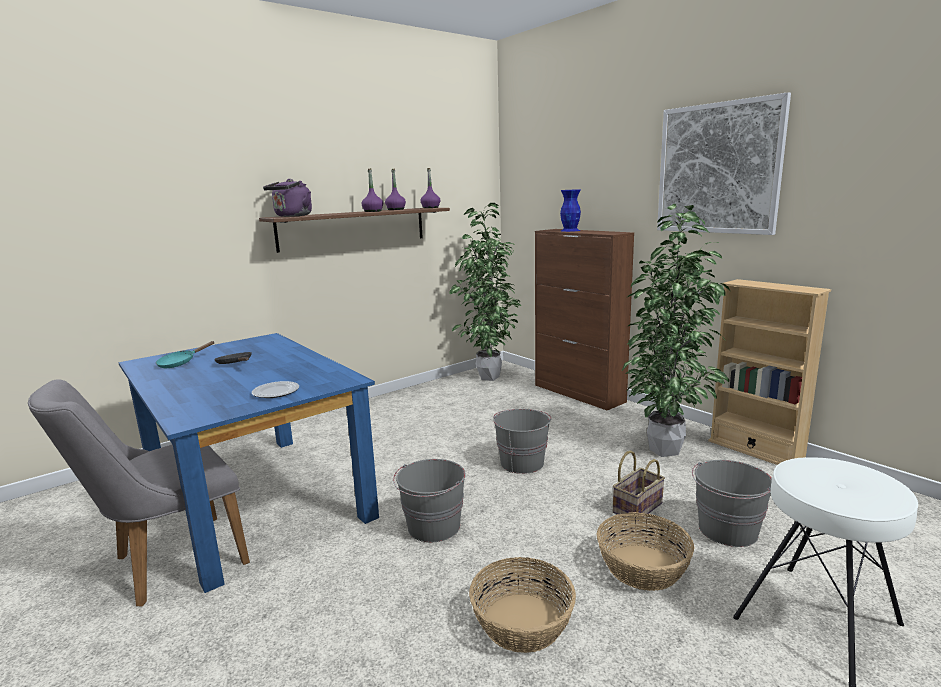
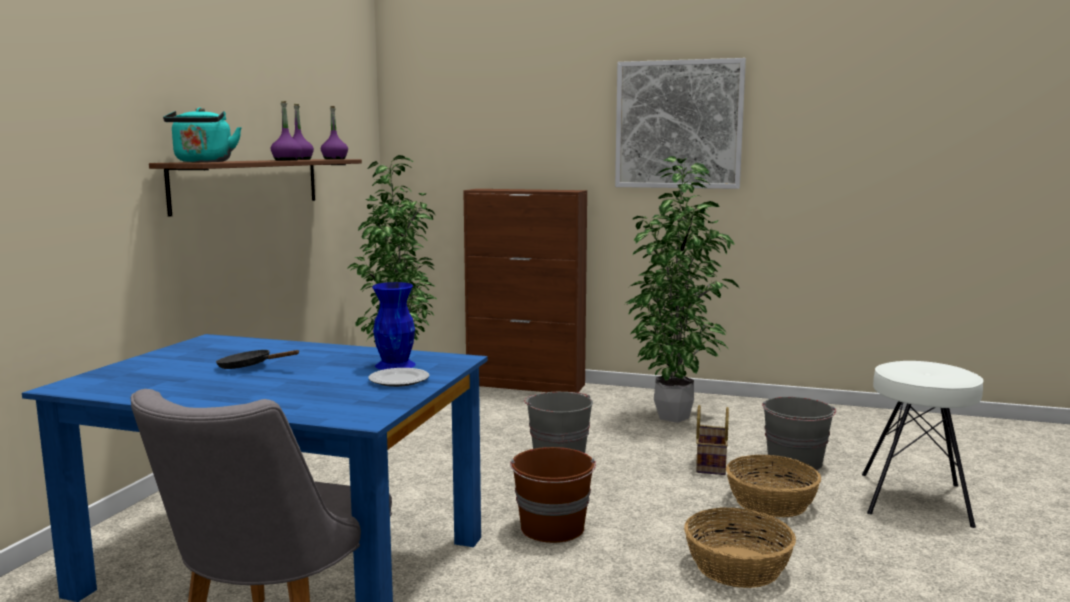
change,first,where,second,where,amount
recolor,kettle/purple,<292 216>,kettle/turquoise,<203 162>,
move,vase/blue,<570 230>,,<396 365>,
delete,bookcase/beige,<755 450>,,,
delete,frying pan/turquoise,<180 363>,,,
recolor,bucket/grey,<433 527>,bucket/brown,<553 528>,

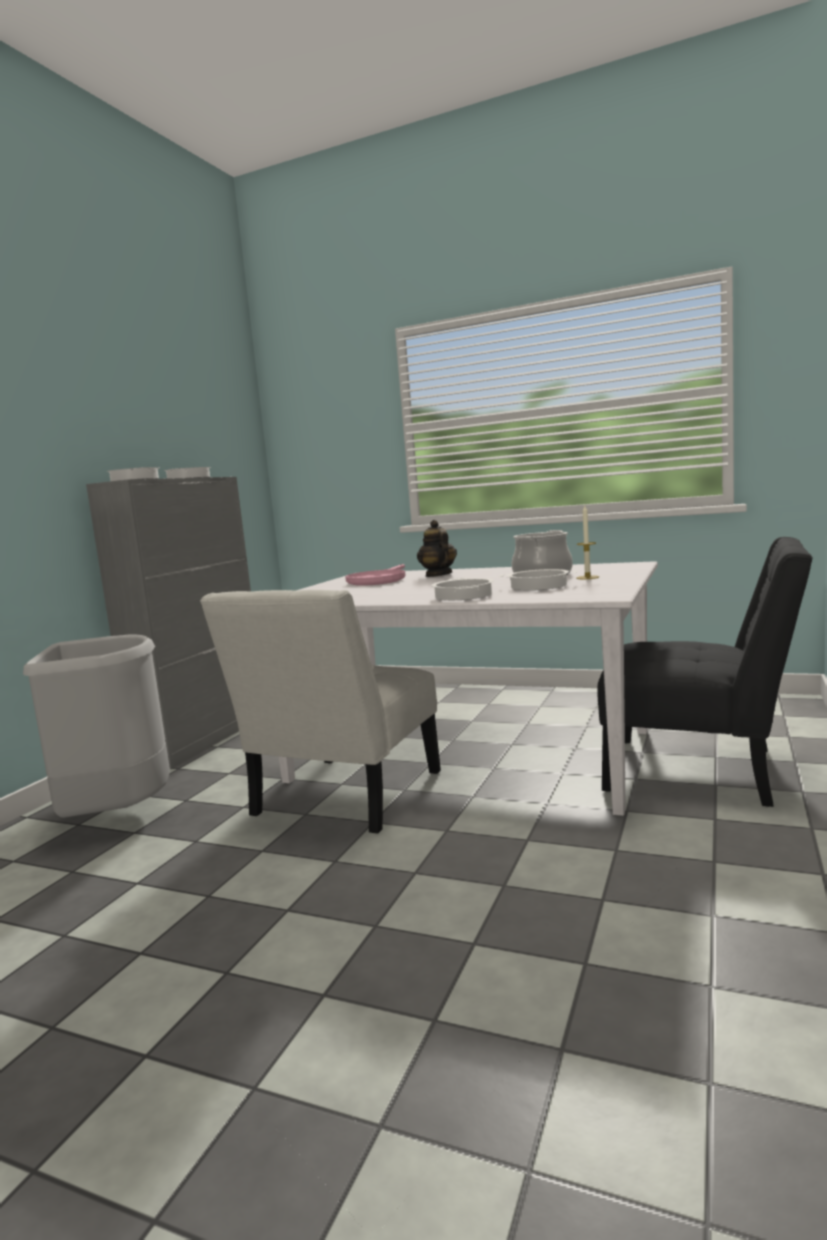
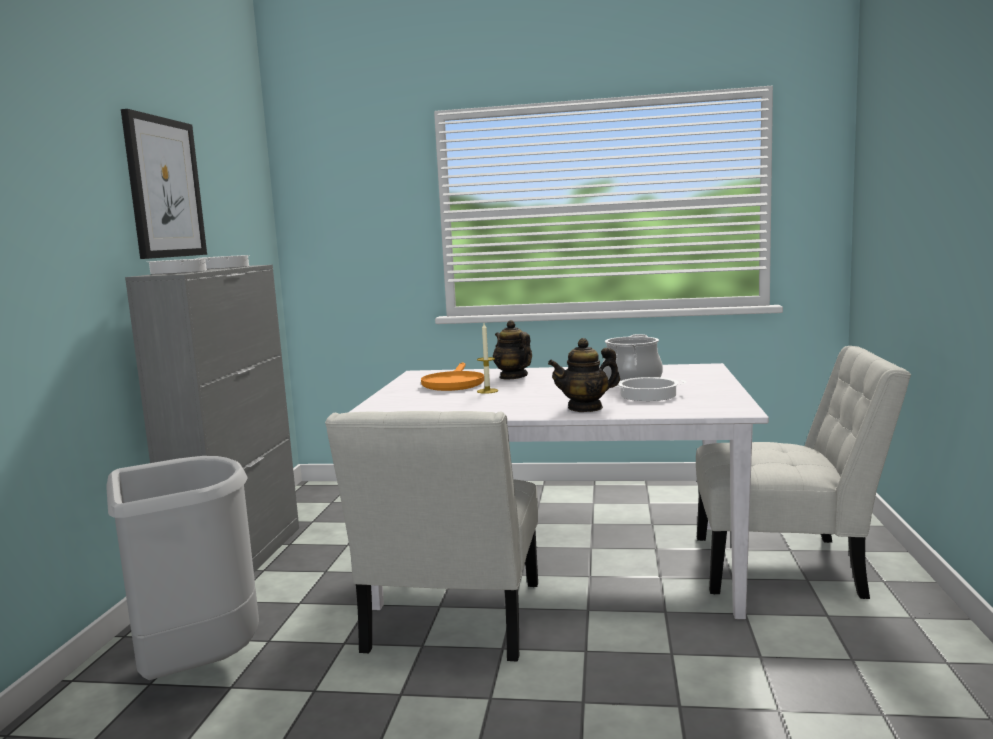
change,first,where,second,where,amount
move,candle,<587 577>,,<487 391>,
recolor,chair/black,<702 771>,chair/white,<787 567>,
recolor,frying pan/pink,<379 580>,frying pan/orange,<453 383>,
replace,cooking pot,<464 595>,teapot,<585 408>,
insert,,,picture,<164 188>,

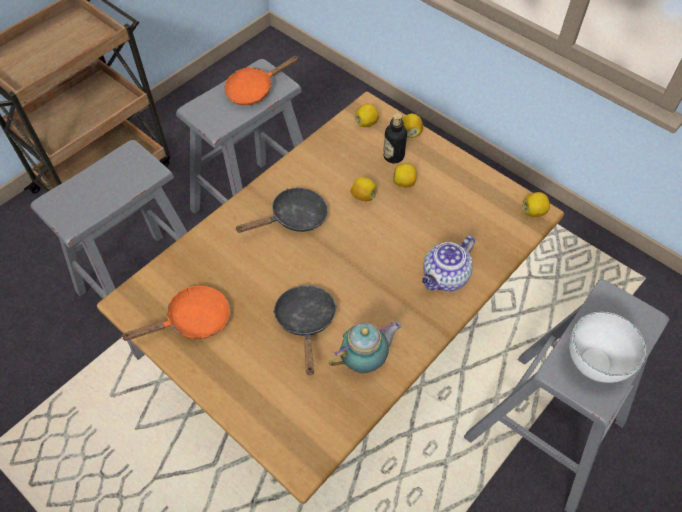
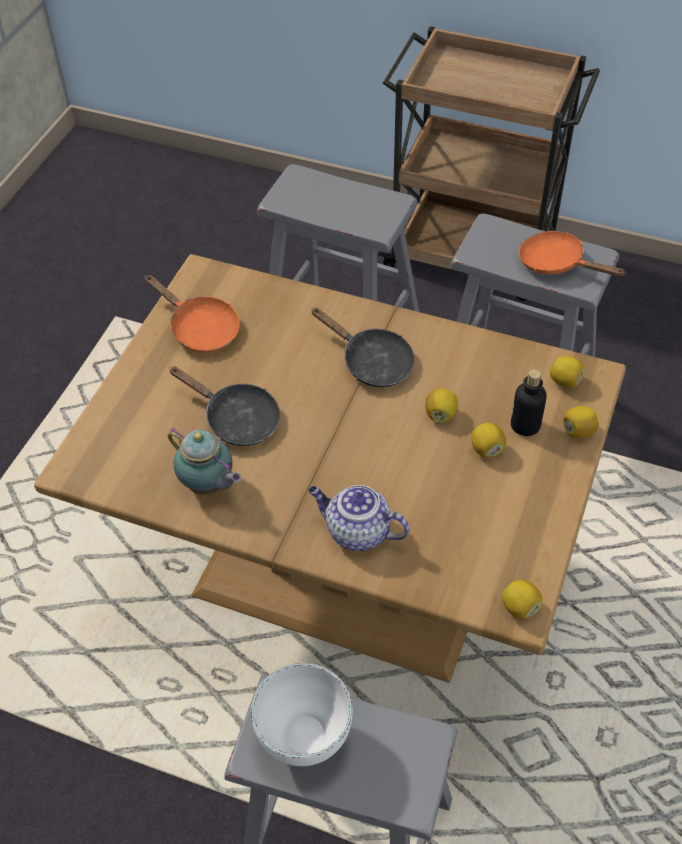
change,first,where,second,where,amount
rotate,frying pan/black,<306 322>,,<236 419>,60 degrees clockwise

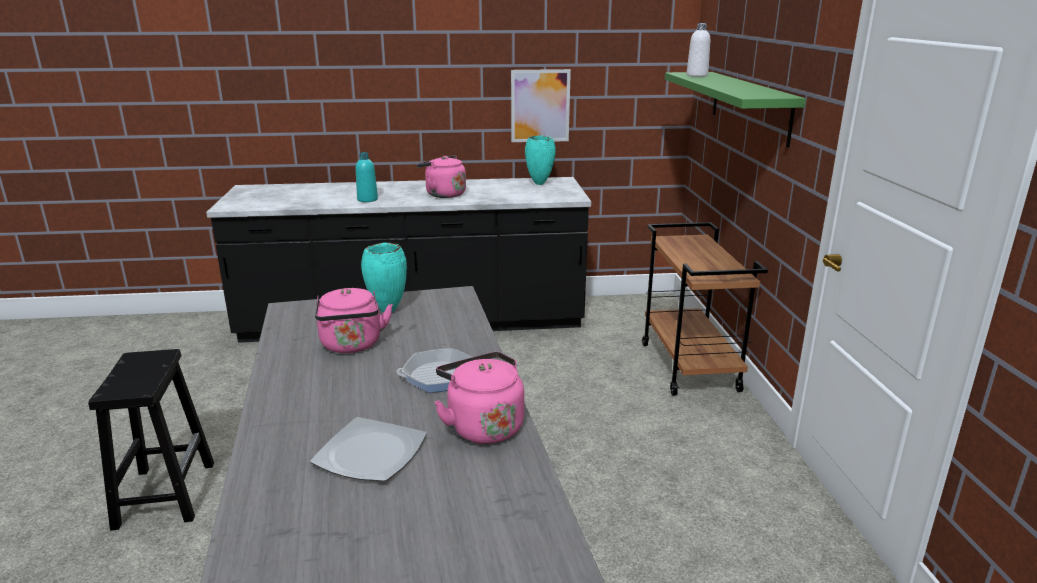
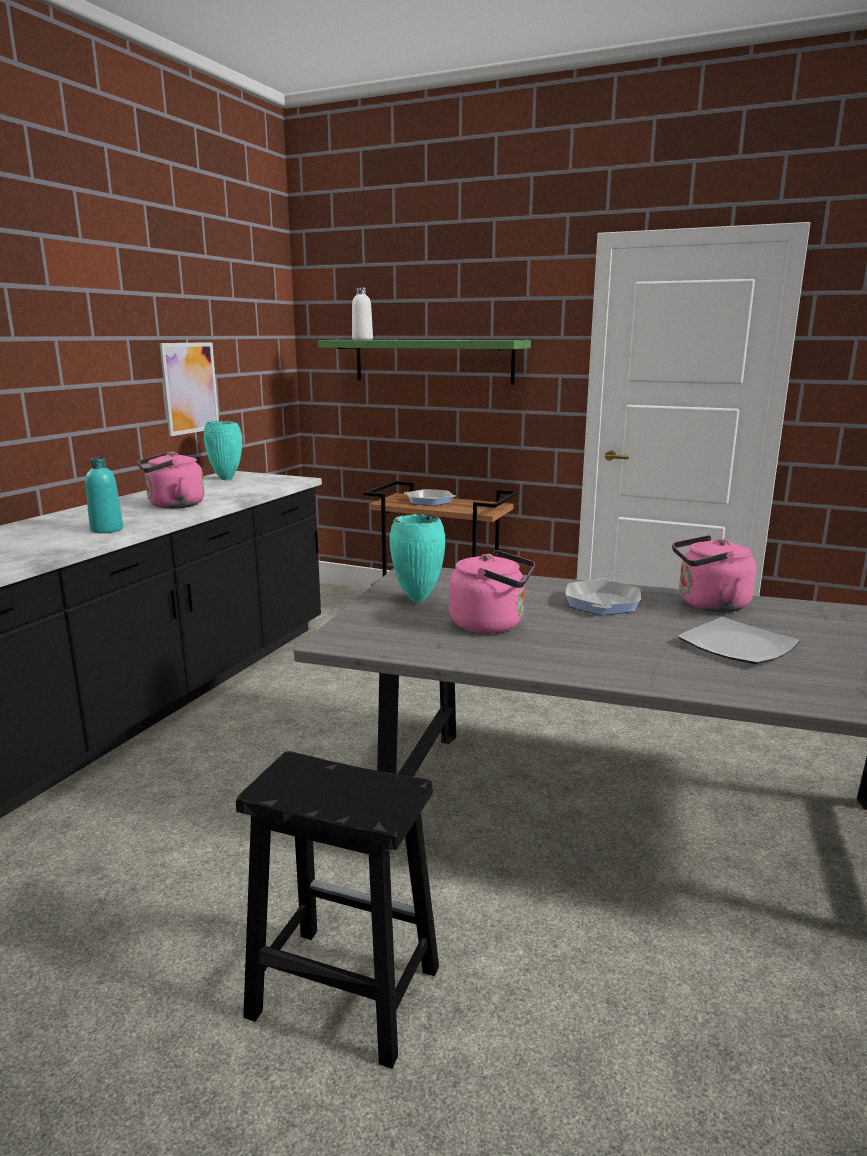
change,first,where,second,where,amount
insert,,,frying pan,<429 501>,

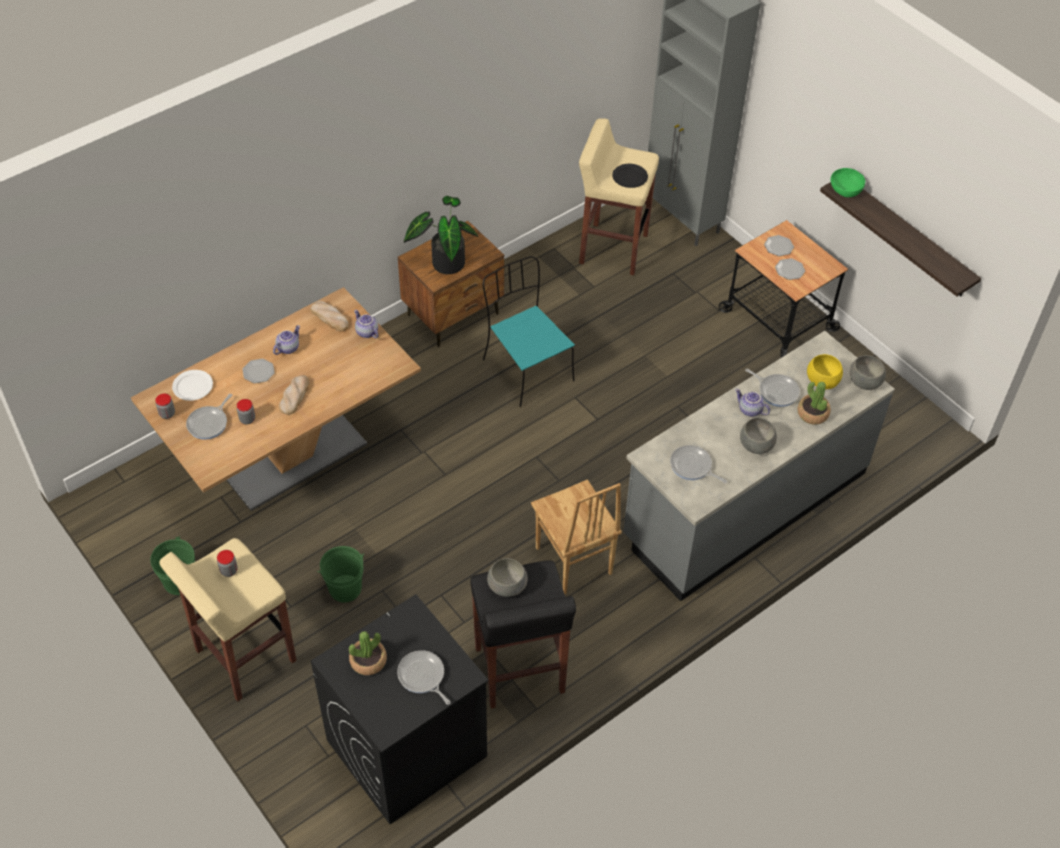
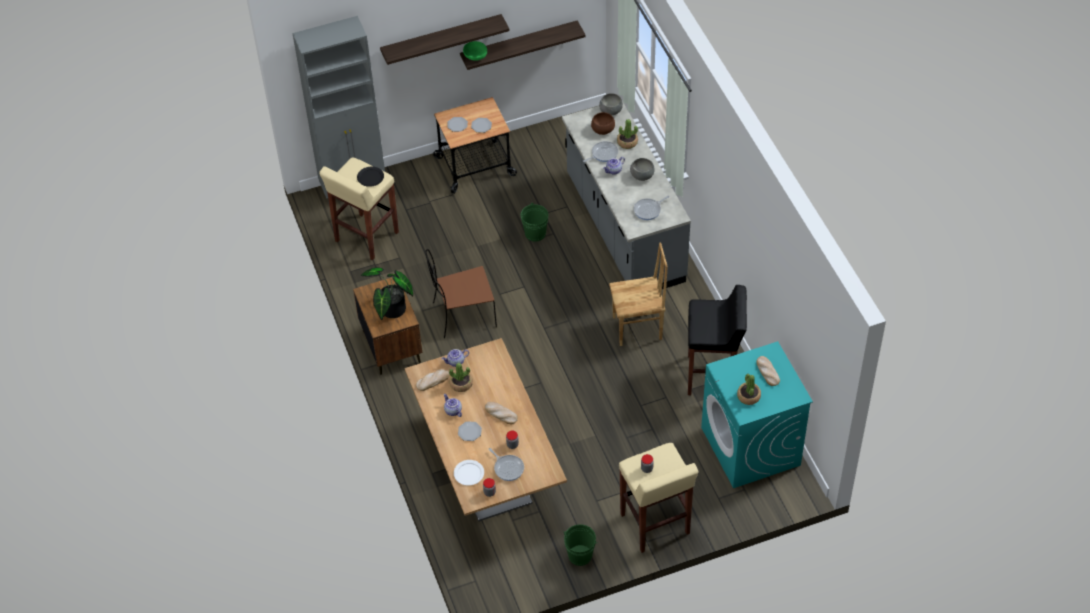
change,first,where,second,where,amount
recolor,chair/turquoise,<526 369>,chair/brown,<462 315>,
recolor,bowl/yellow,<822 380>,bowl/brown,<602 130>,
move,bucket/green,<345 588>,,<535 233>,
delete,bowl/grey,<506 586>,,,
recolor,washing machine/black,<406 749>,washing machine/turquoise,<751 447>,
replace,frying pan,<422 676>,bread,<767 372>,
insert,,,shelf,<441 39>,
insert,,,potted plant,<461 384>,

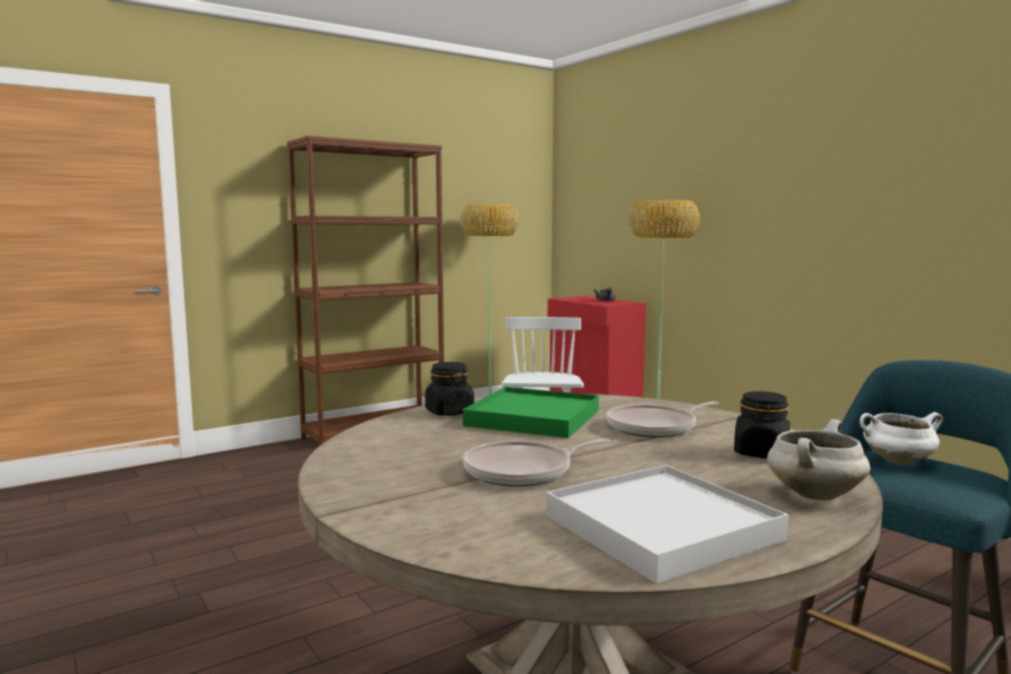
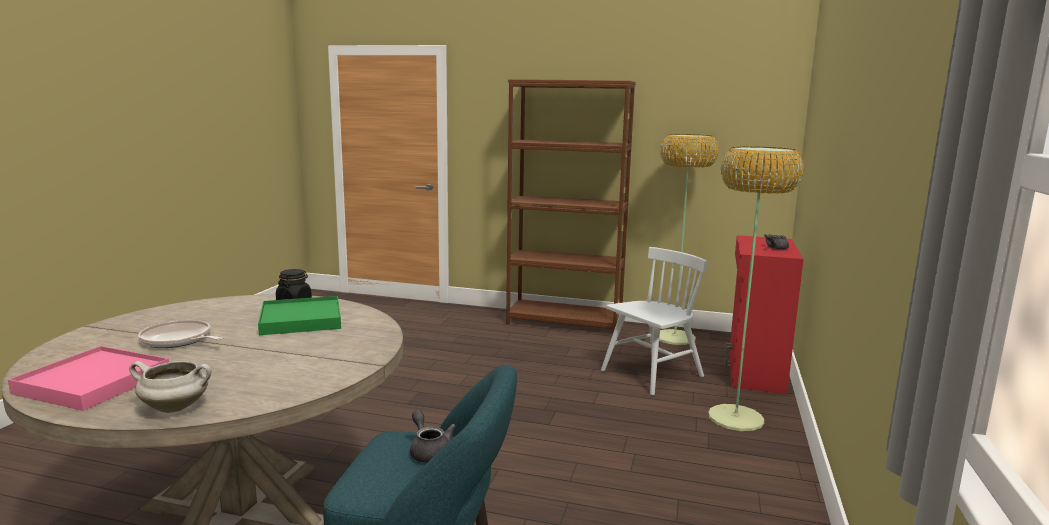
change,first,where,second,where,amount
delete,jar/black,<761 453>,,,
delete,frying pan,<655 427>,,,
replace,cooking pot/white,<897 461>,teapot/grey,<429 451>,
recolor,tray/white,<662 527>,tray/pink,<93 382>,

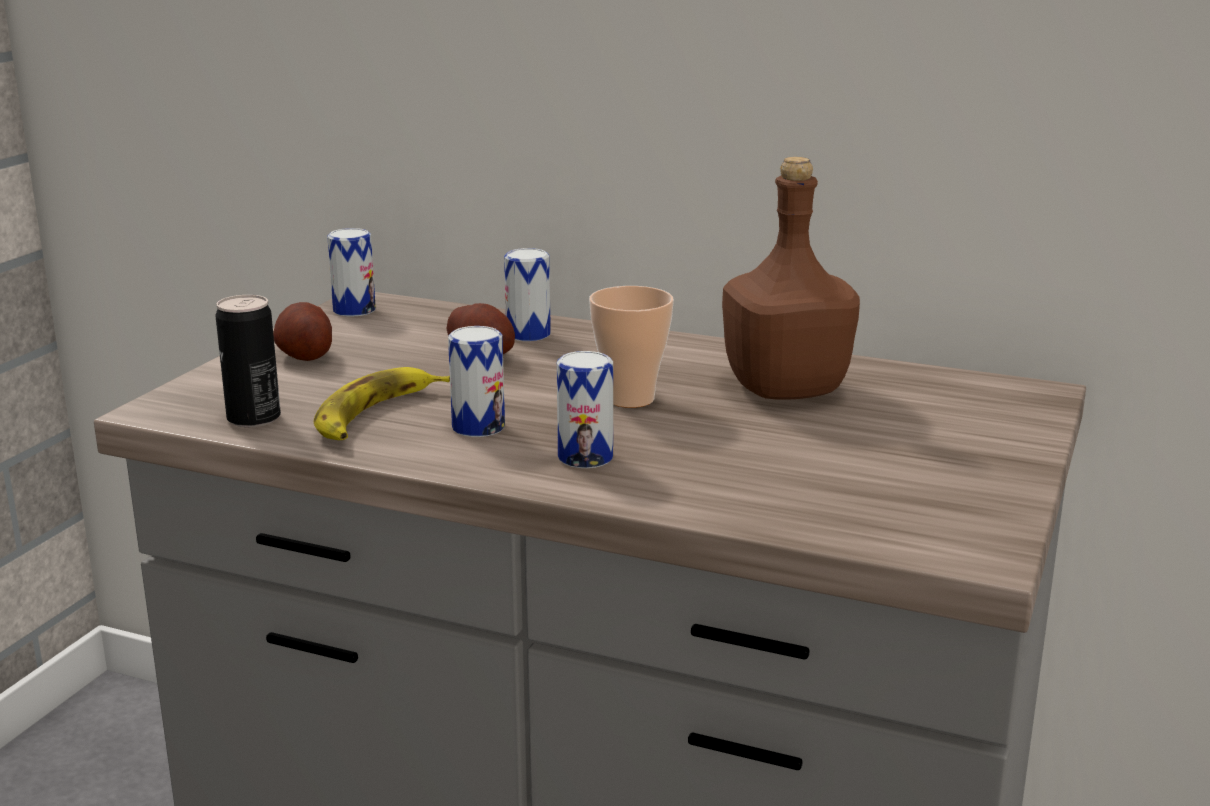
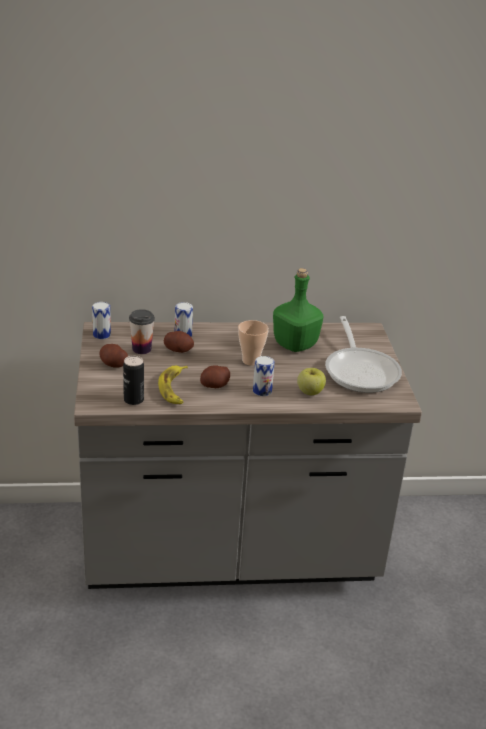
change,first,where,second,where,amount
recolor,bottle/brown,<788 388>,bottle/green,<295 344>,
replace,can,<478 427>,potato,<215 386>,
insert,,,cup,<141 349>,
insert,,,frying pan,<360 371>,
insert,,,apple,<310 392>,

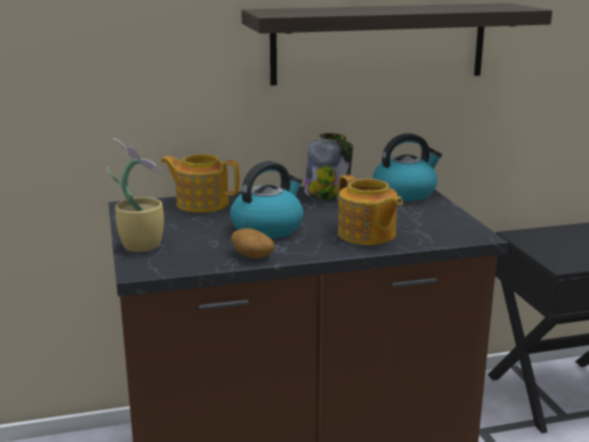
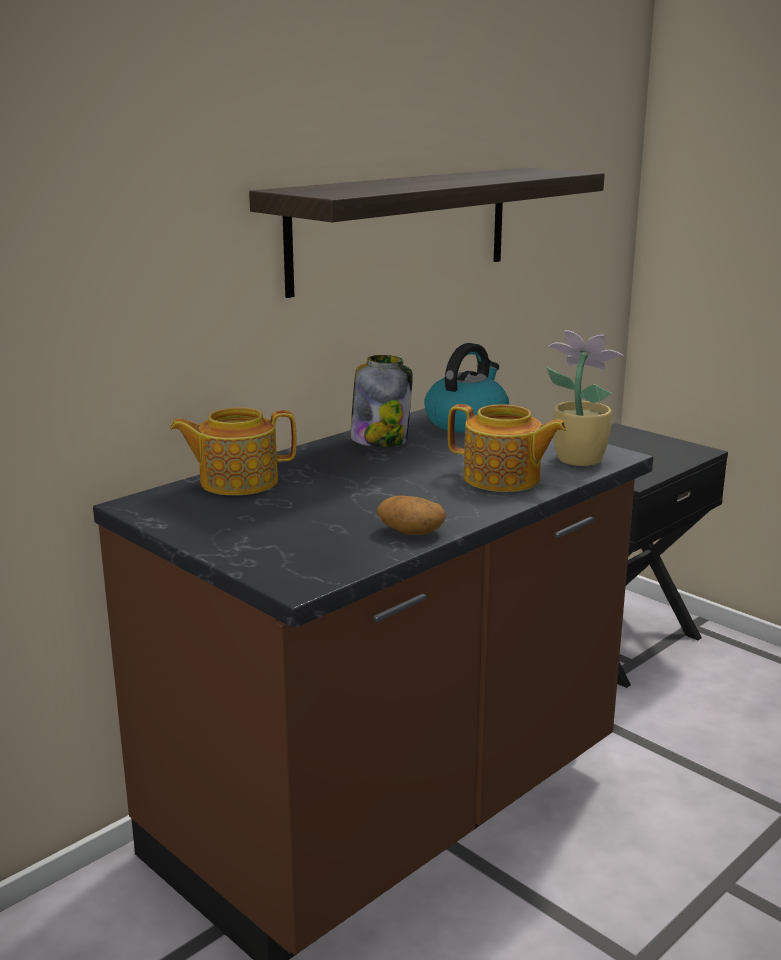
change,first,where,second,where,amount
move,potted plant,<141 245>,,<577 459>,
delete,kettle,<268 228>,,,

